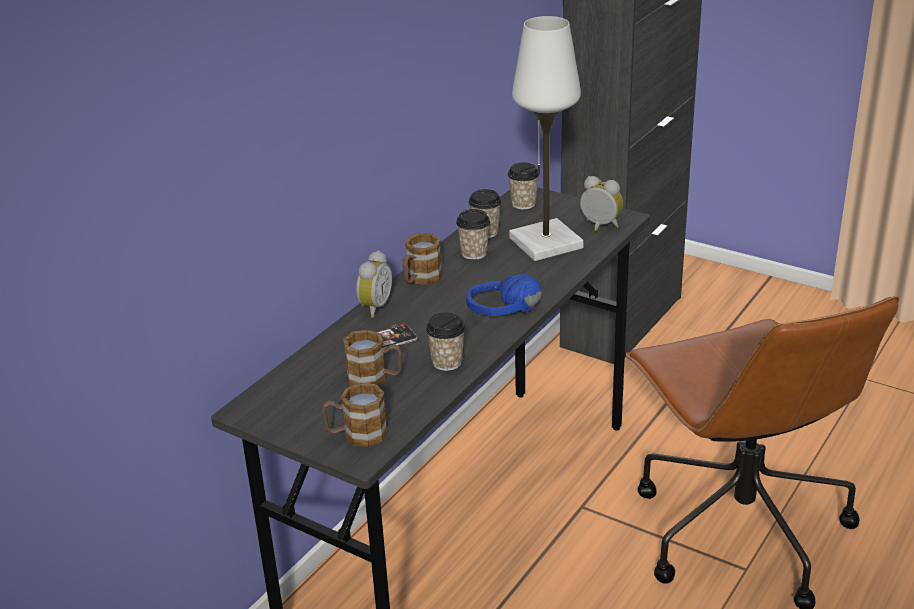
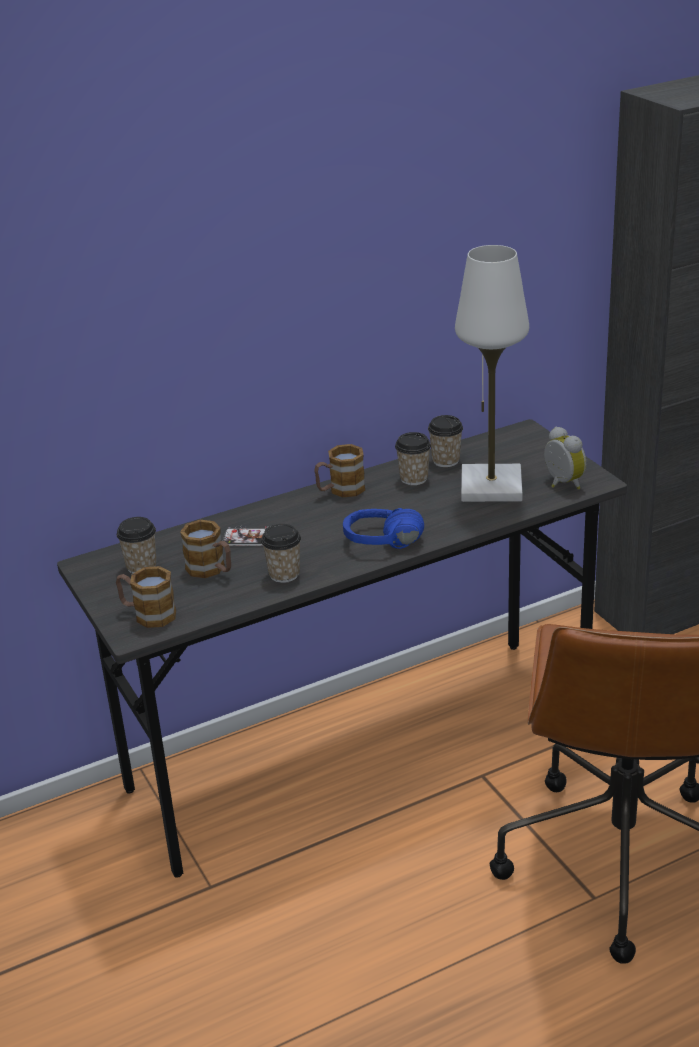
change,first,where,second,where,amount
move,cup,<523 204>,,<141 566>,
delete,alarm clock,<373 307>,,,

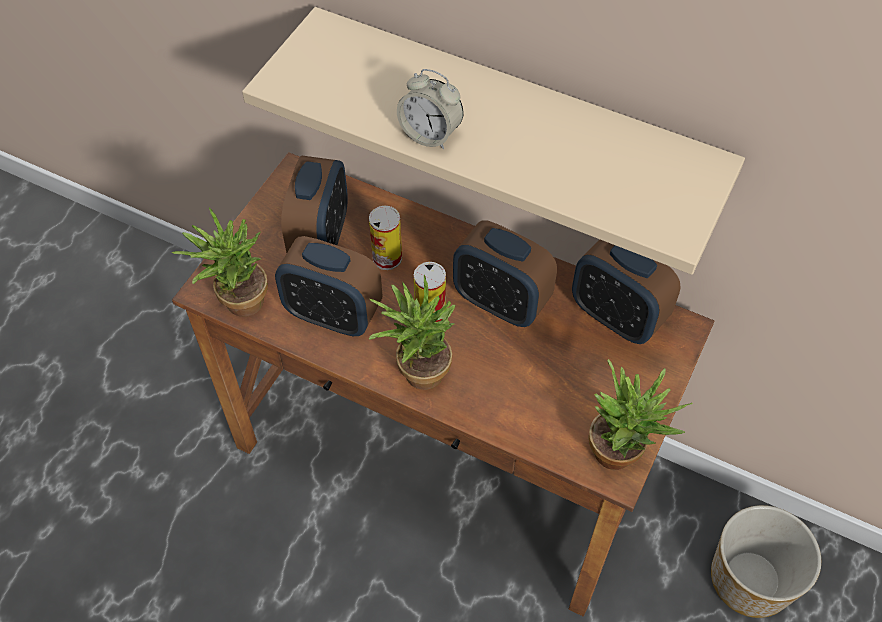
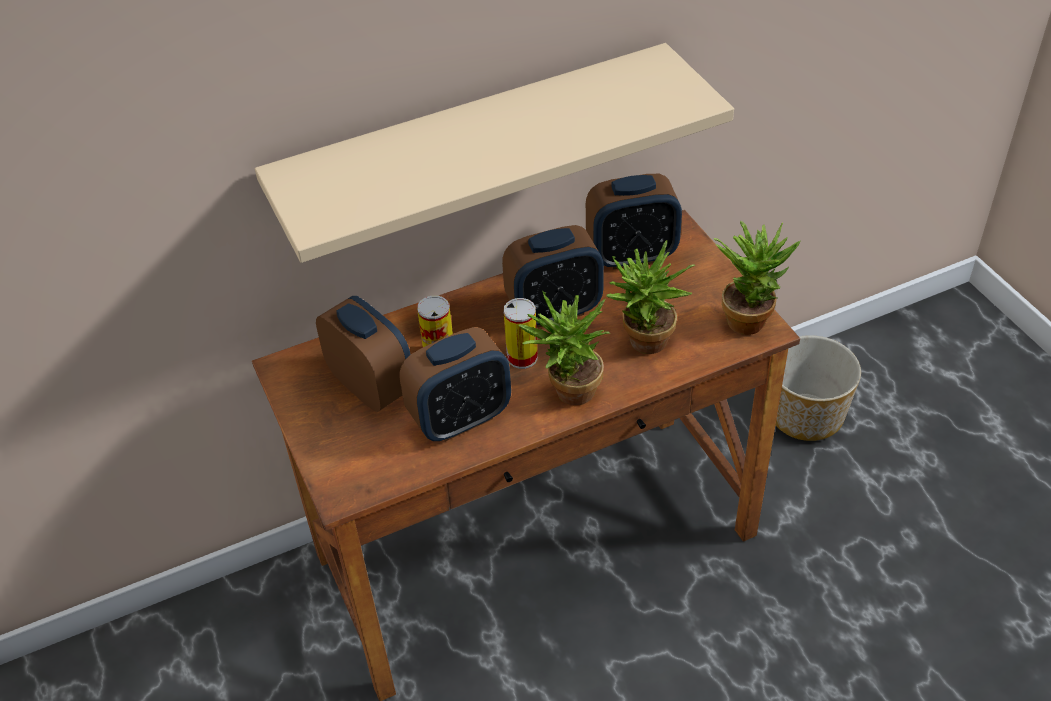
change,first,where,second,where,amount
delete,alarm clock,<430 135>,,,
move,potted plant,<237 302>,,<644 346>,

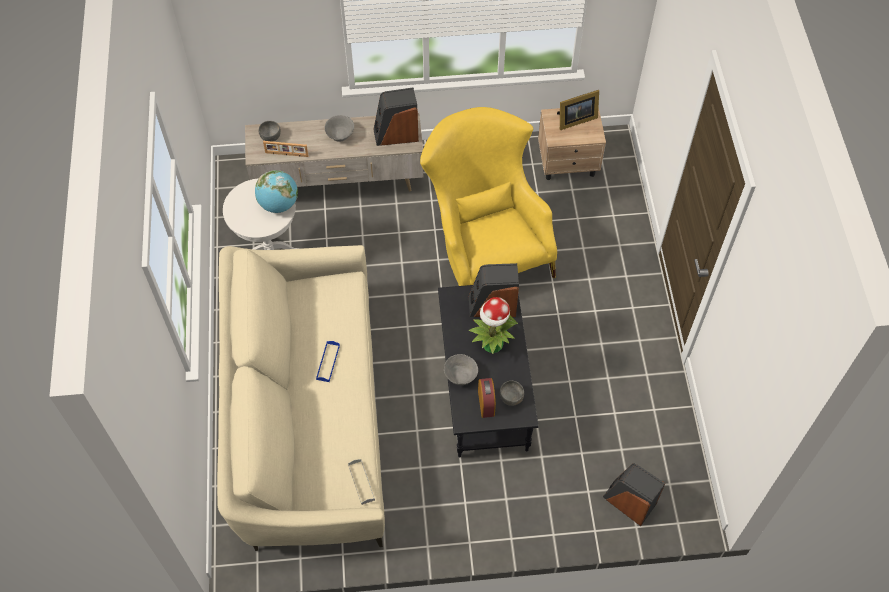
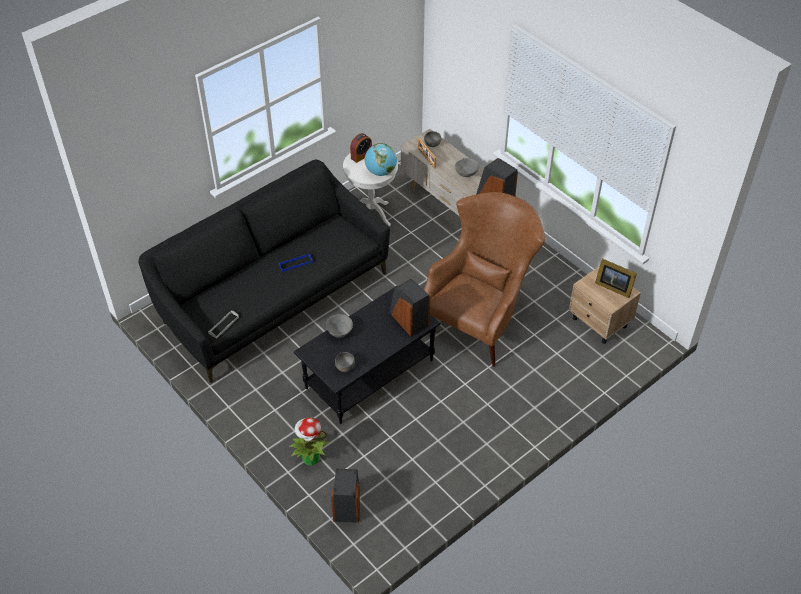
change,first,where,second,where,amount
recolor,armchair/yellow,<484 249>,armchair/brown,<479 315>,
recolor,sofa/beige,<308 418>,sofa/black,<272 297>,
move,potted plant,<492 344>,,<310 458>,
move,alarm clock,<486 403>,,<361 156>,

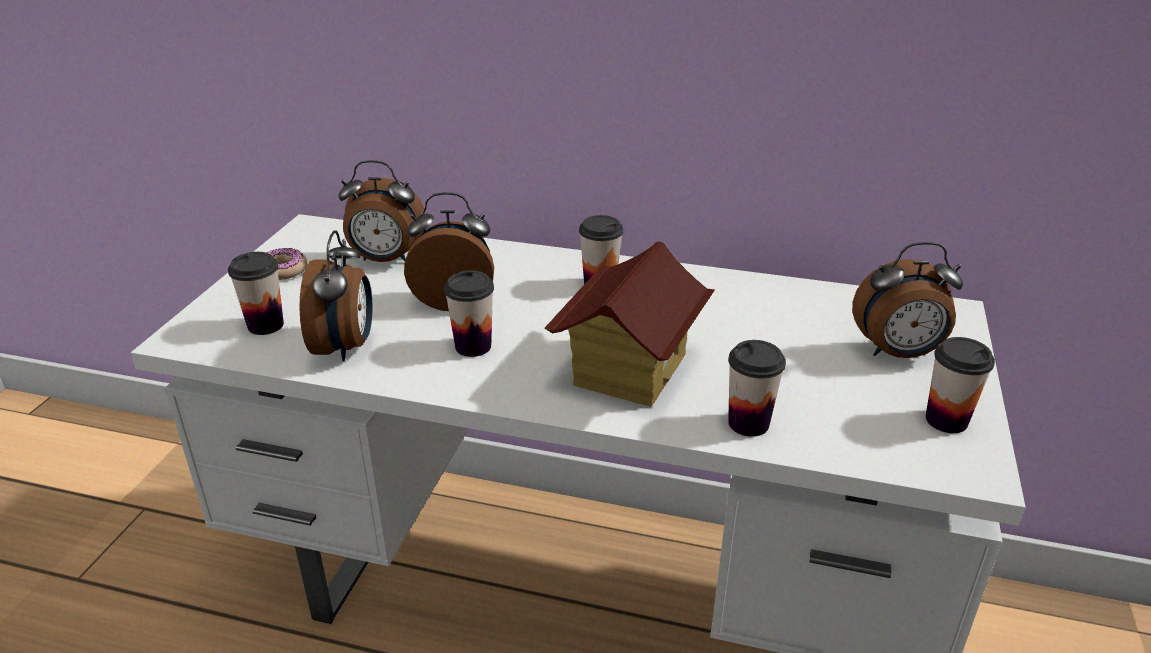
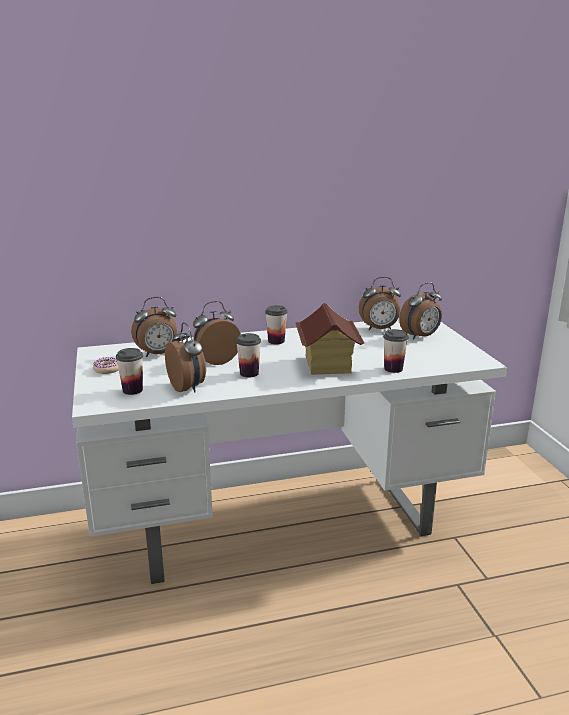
change,first,where,second,where,amount
delete,cup,<946 420>,,,
insert,,,alarm clock,<379 329>,

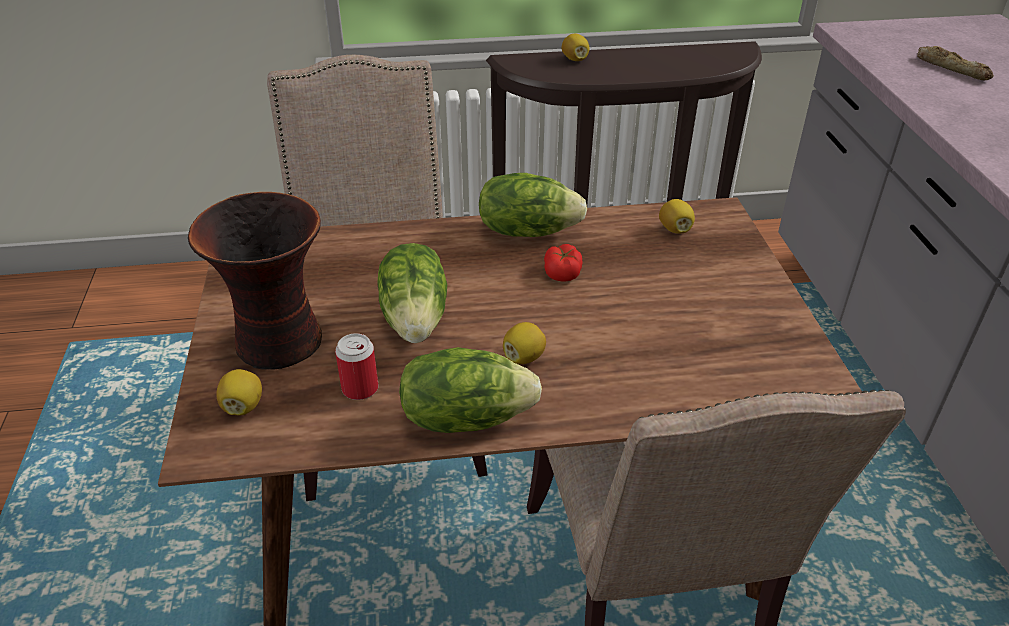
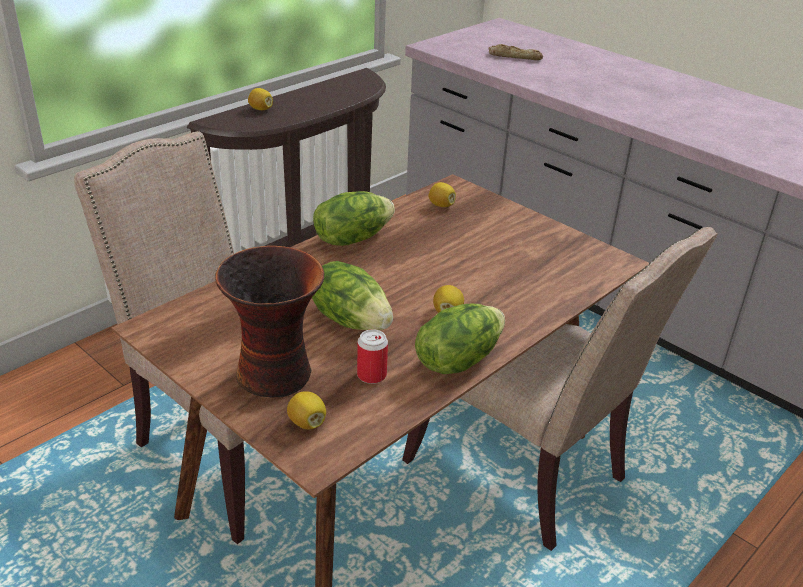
change,first,where,second,where,amount
delete,tomato,<562 272>,,,

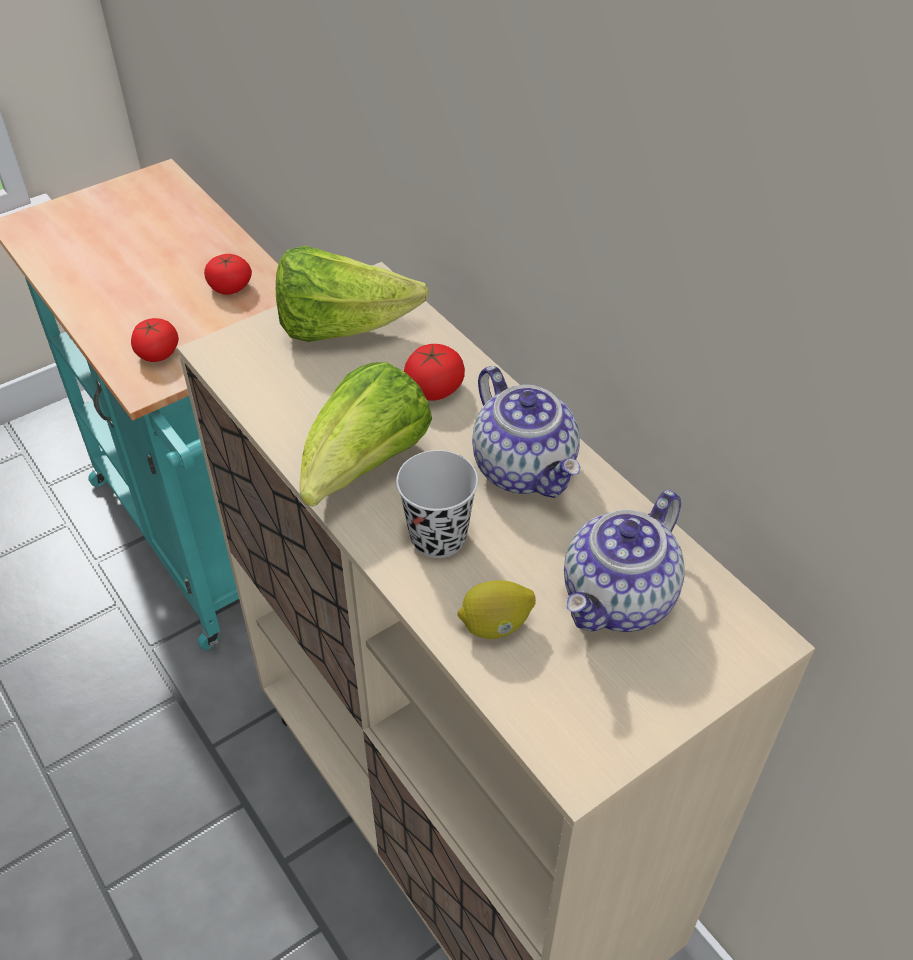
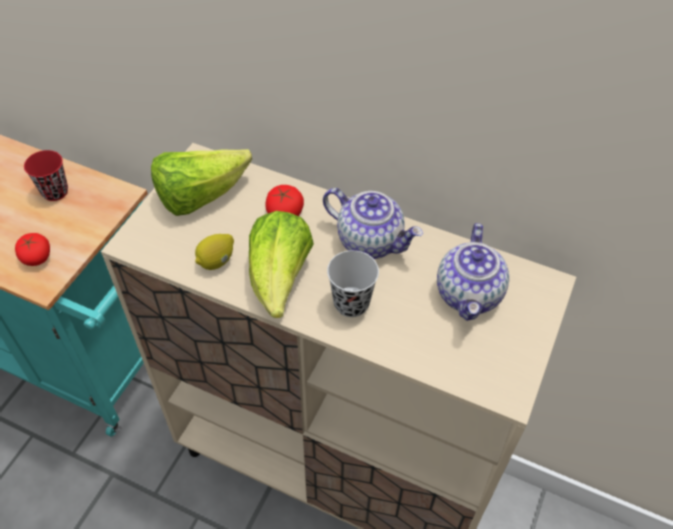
change,first,where,second,where,amount
replace,tomato,<230 287>,cup/red,<55 192>,
move,lemon,<495 626>,,<216 261>,

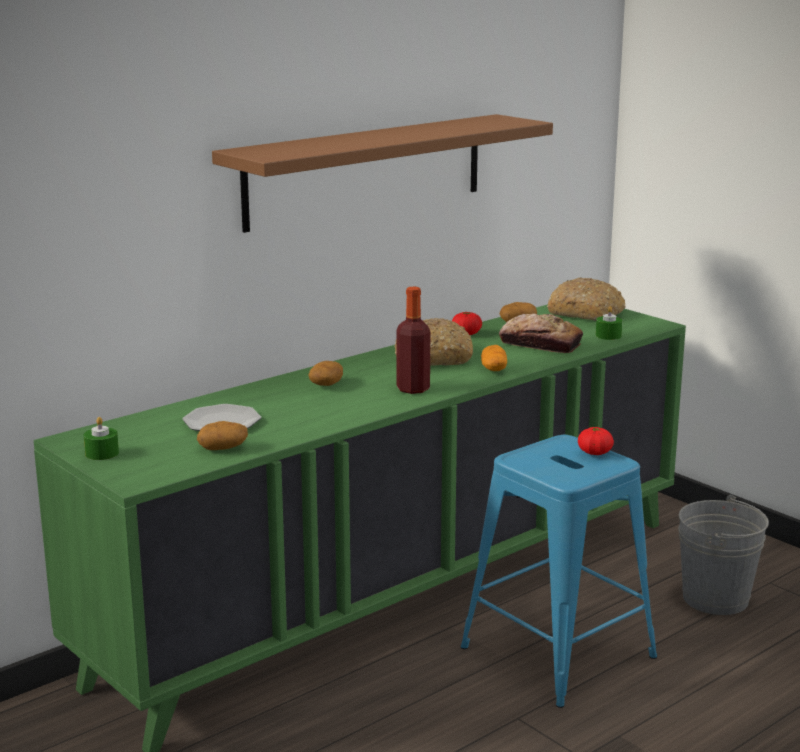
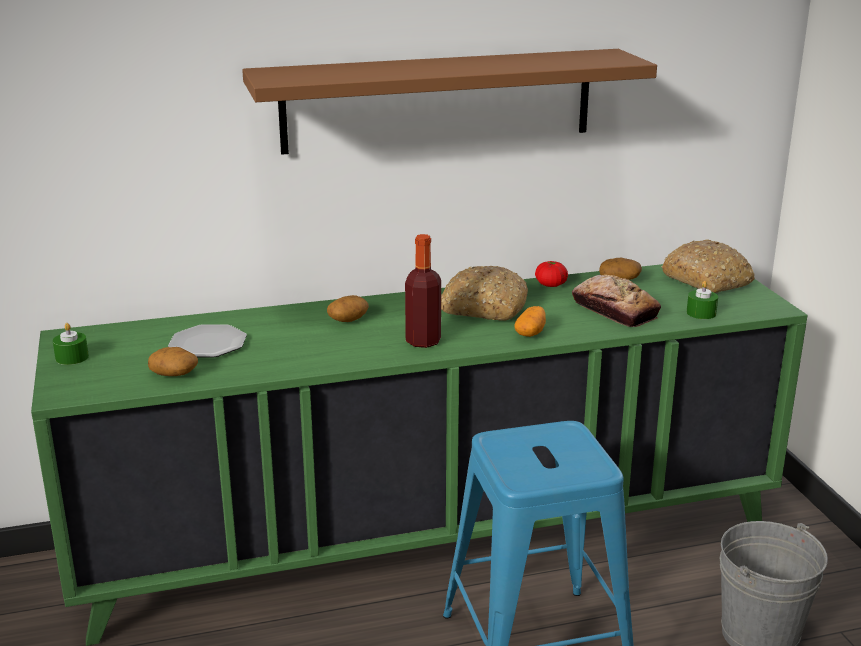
change,first,where,second,where,amount
delete,tomato,<595 453>,,,

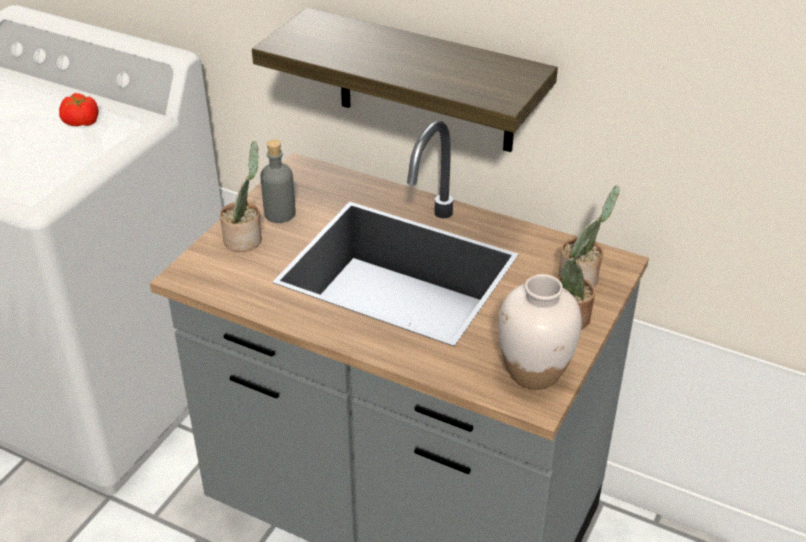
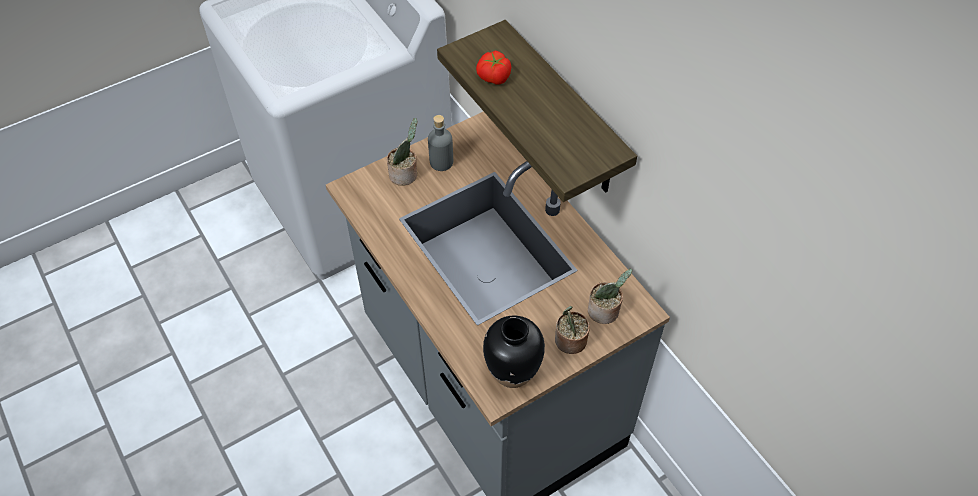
change,first,where,second,where,amount
move,tomato,<81 122>,,<493 77>,
recolor,vase/white,<534 373>,vase/black,<512 372>,

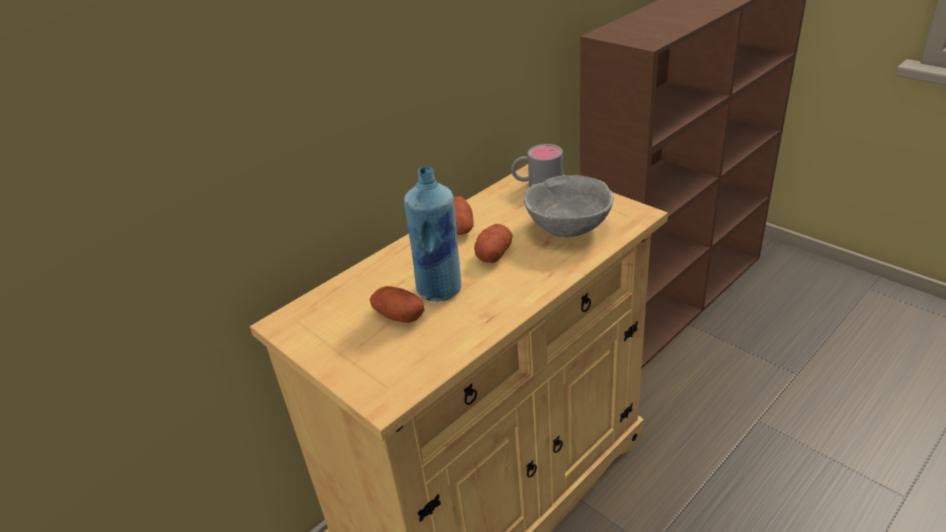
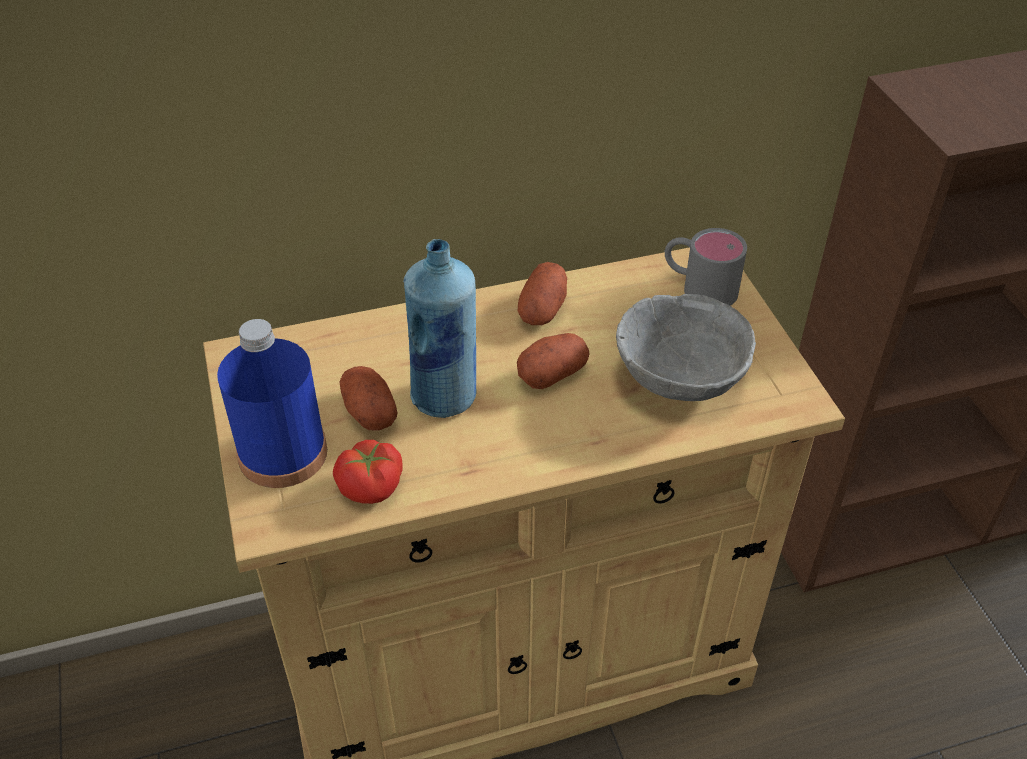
change,first,where,second,where,amount
insert,,,bottle/blue,<283 453>,
insert,,,tomato,<372 487>,

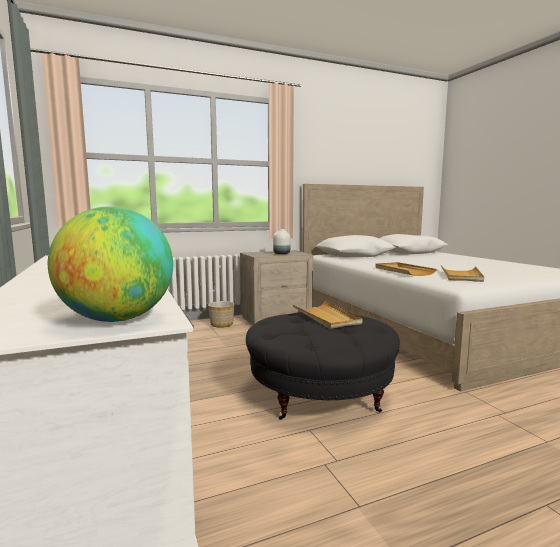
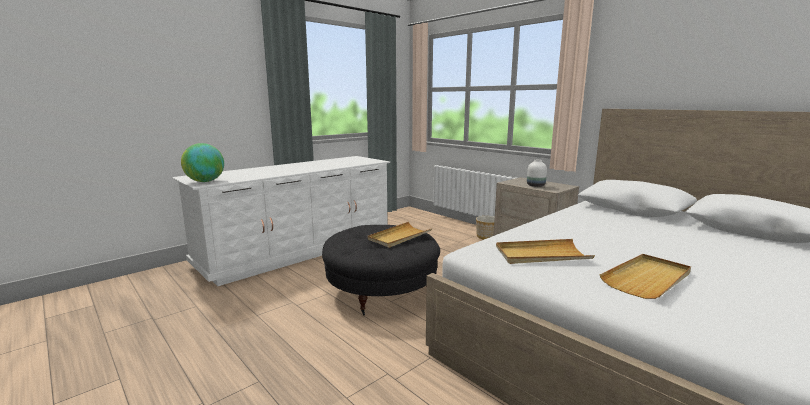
change,first,where,second,where,amount
move,tray/beige,<403 271>,,<647 279>,

